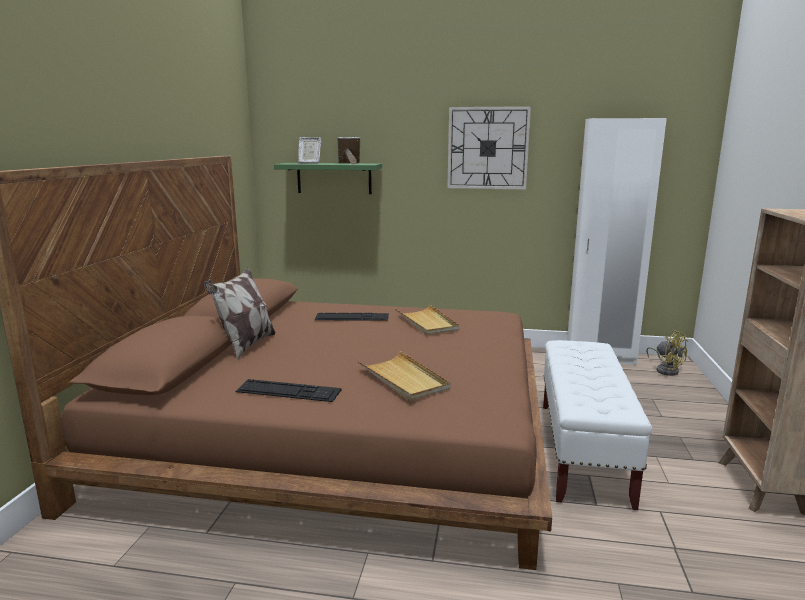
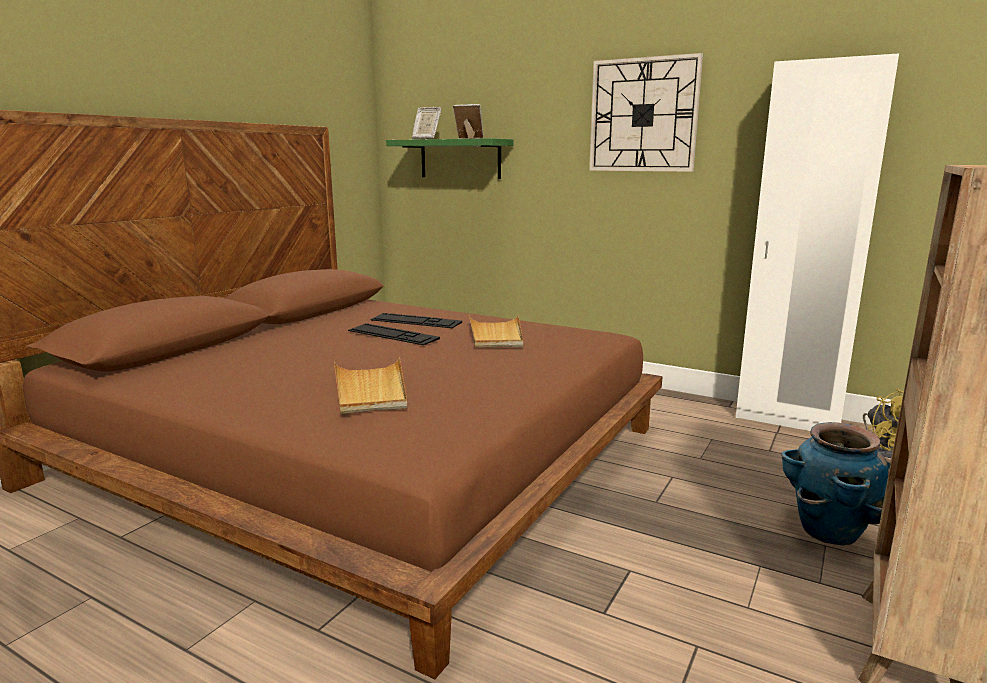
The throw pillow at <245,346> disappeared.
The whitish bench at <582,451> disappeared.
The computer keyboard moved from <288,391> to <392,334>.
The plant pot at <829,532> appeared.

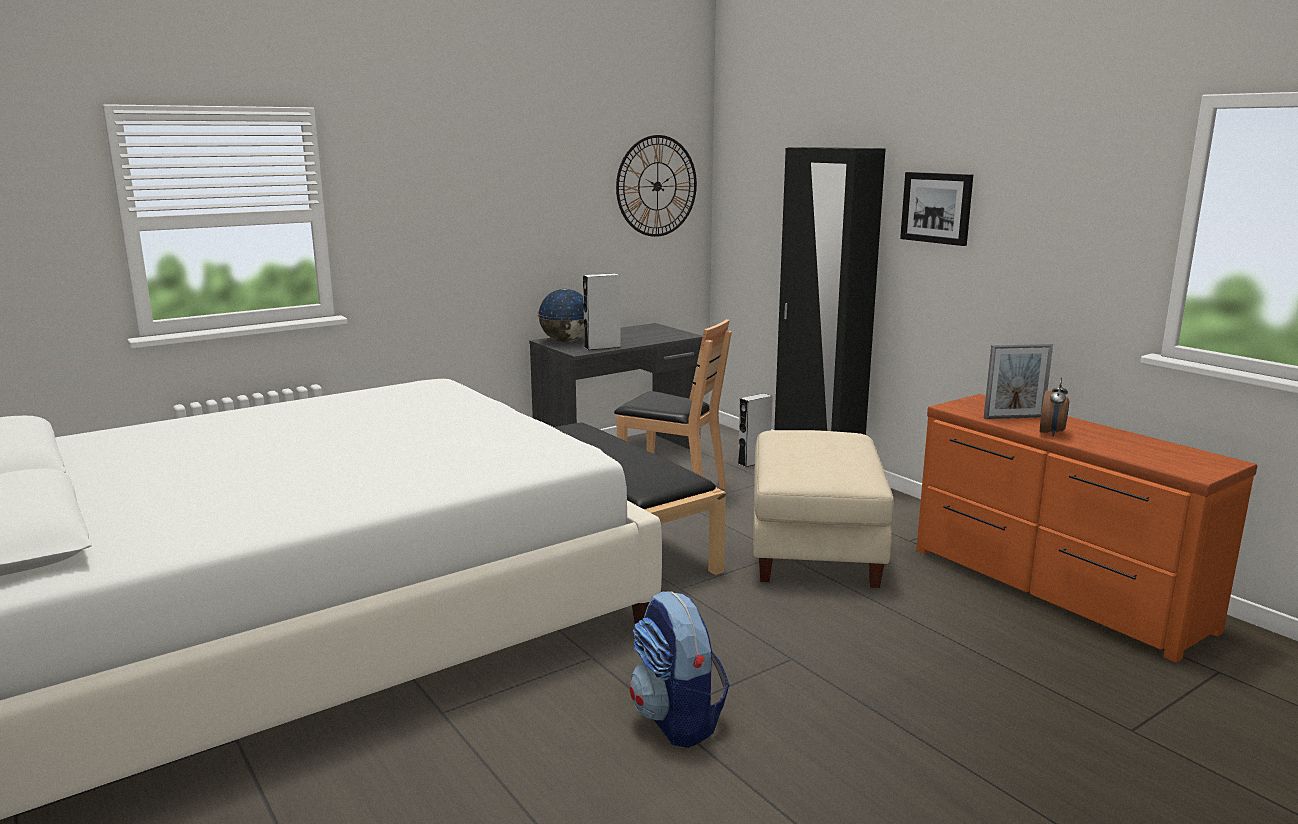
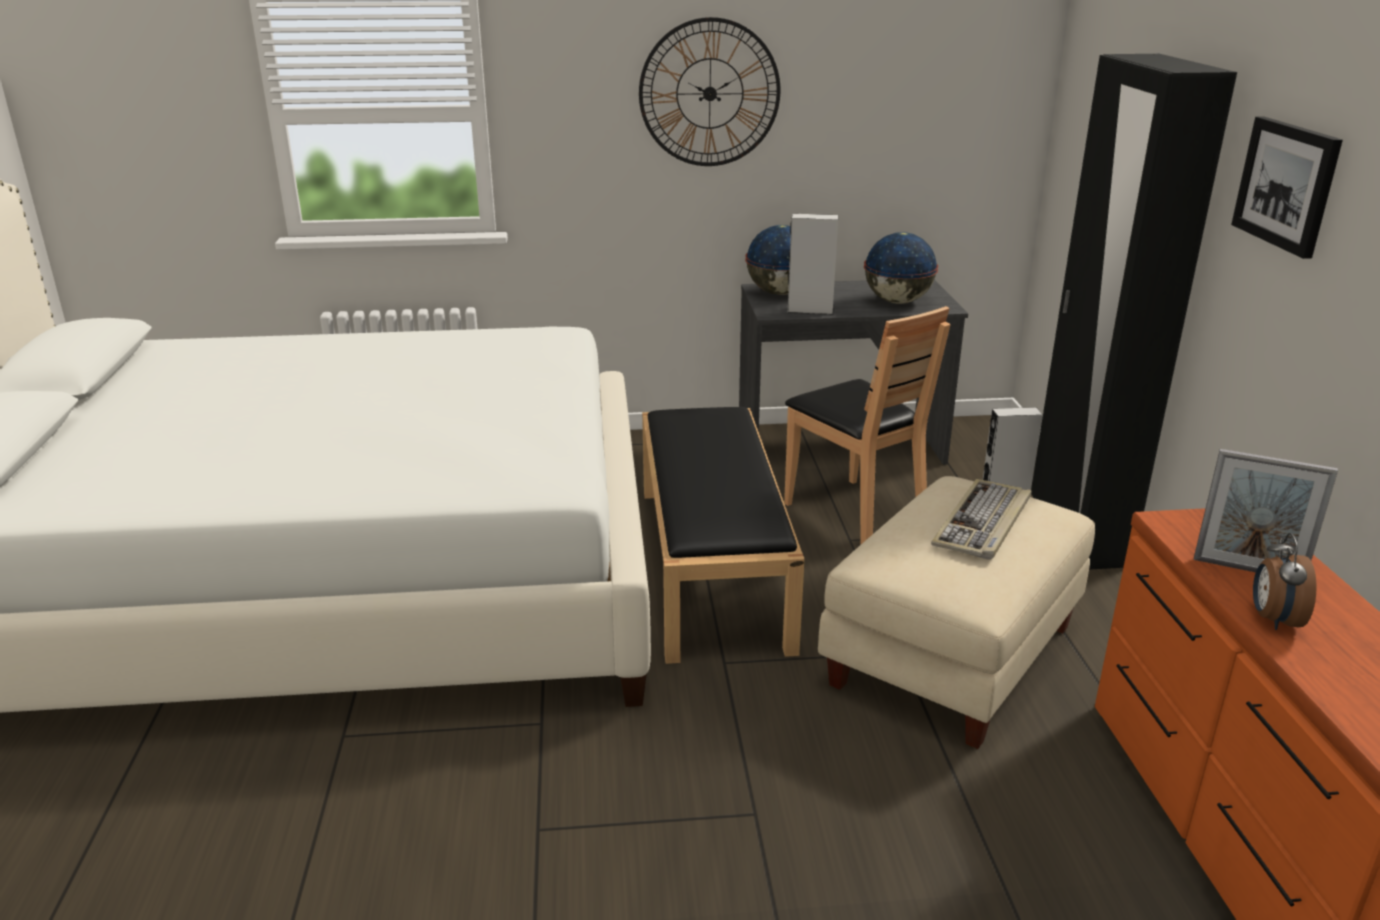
The wall clock moved from <657,186> to <709,93>.
The alarm clock at <1052,433> turned 135 degrees clockwise.
The rucksack at <677,720> disappeared.
The world globe at <897,302> appeared.
The computer keyboard at <983,523> appeared.

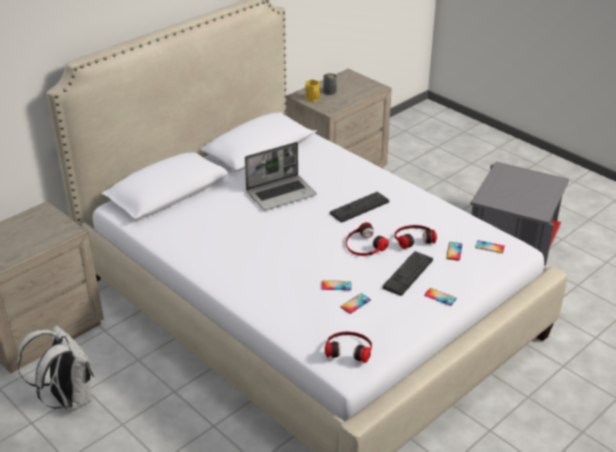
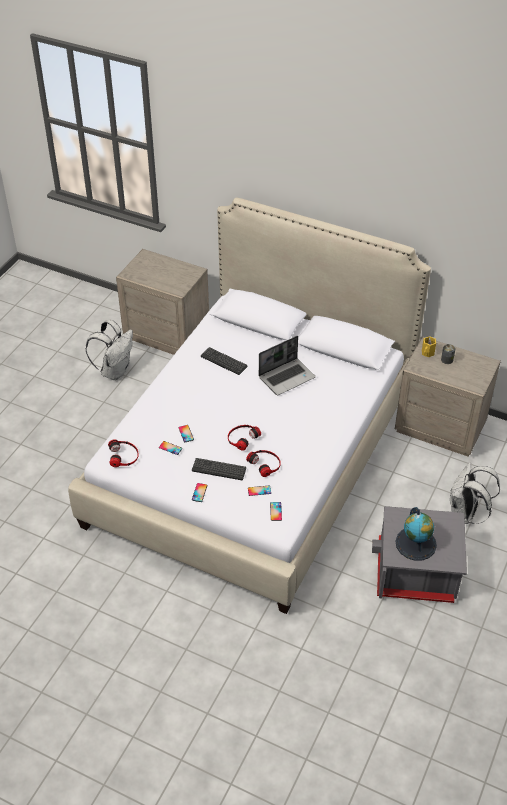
The notebook computer at <281,193> turned 75 degrees counterclockwise.
The computer keyboard moved from <359,207> to <223,361>.
The whitish rucksack at <465,514> appeared.
The world globe at <416,543> appeared.

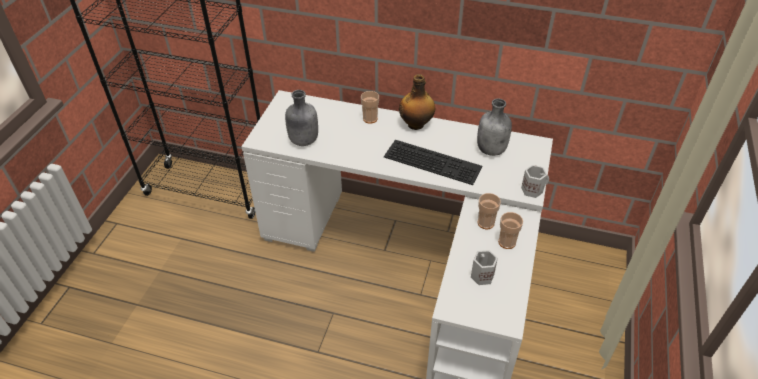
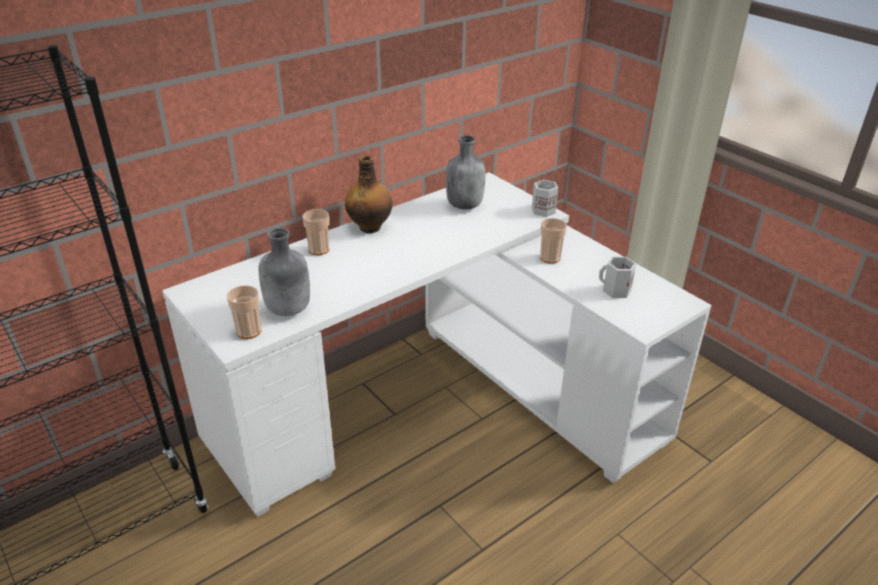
The computer keyboard at <434,161> disappeared.
The small cup moved from <507,242> to <249,331>.

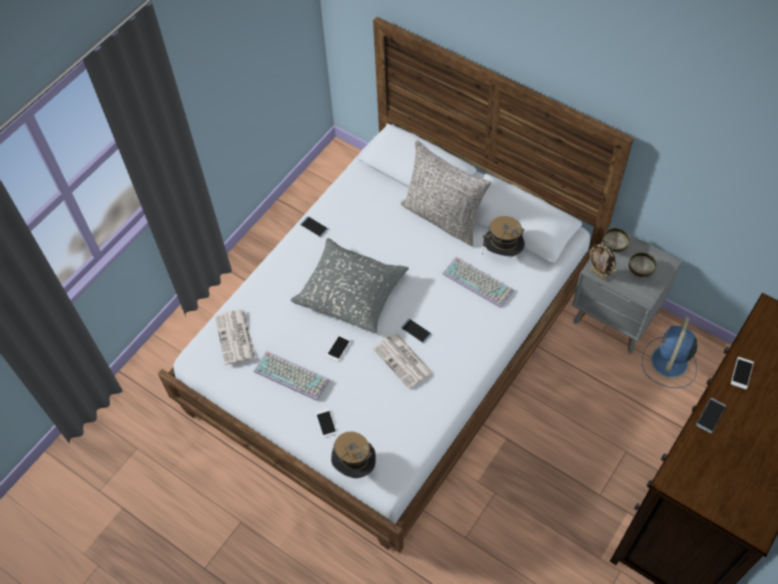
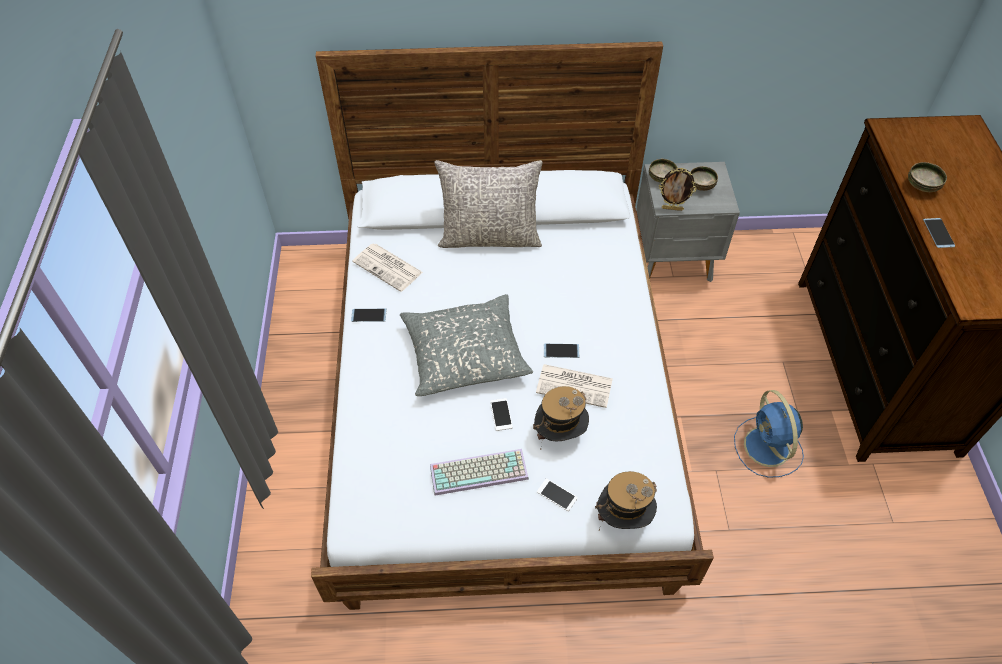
The wearable hat moved from <502,253> to <559,434>.
The computer keyboard at <479,282> disappeared.
The newspaper moved from <235,338> to <389,267>.
The bluish electric fan moved from <669,363> to <767,448>.
The handset at <742,373> was replaced by the bowl at <921,186>.

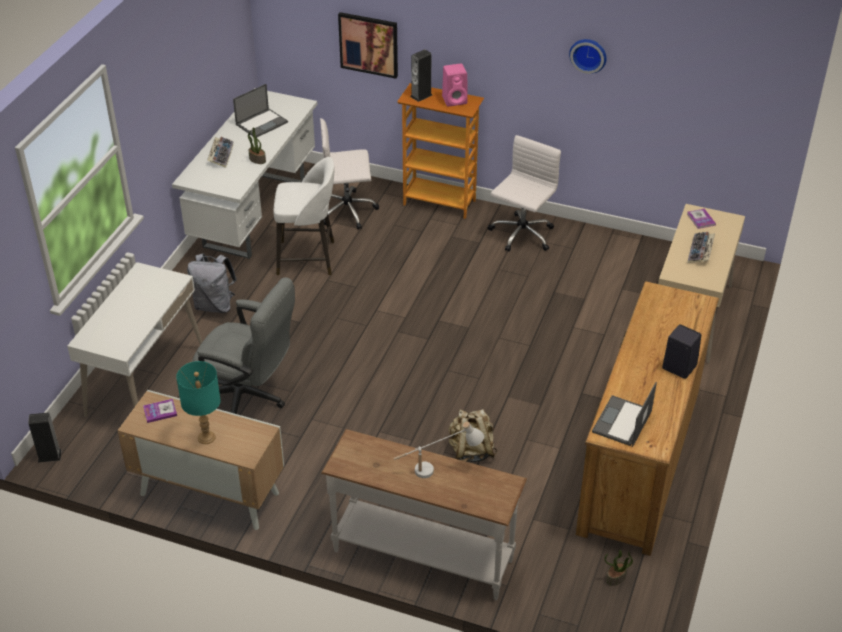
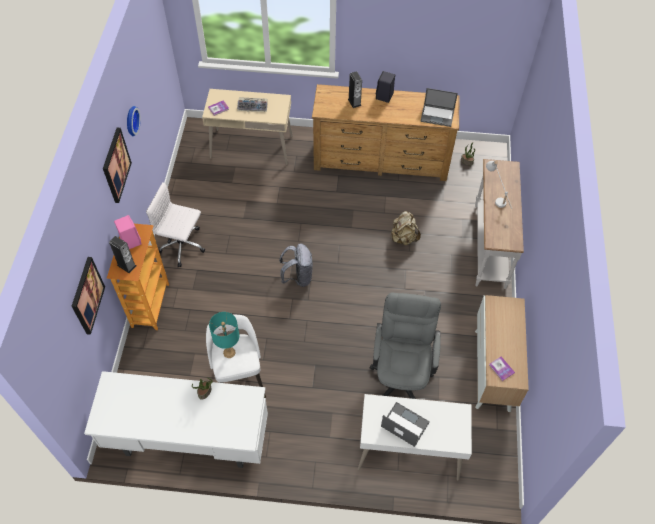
The notebook computer moved from <262,123> to <404,424>.
The whitish office chair at <348,210> disappeared.
The computer keyboard at <220,155> disappeared.
The grey rucksack moved from <215,305> to <298,277>.
The turquoise table lamp moved from <206,437> to <229,352>.
The loudspeaker moved from <49,456> to <354,102>.
The wall picture at <115,165> appeared.

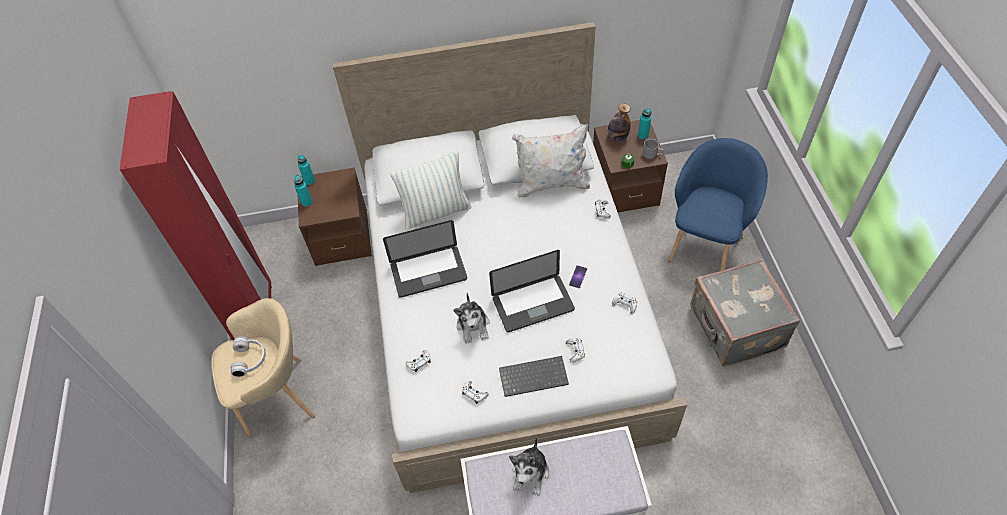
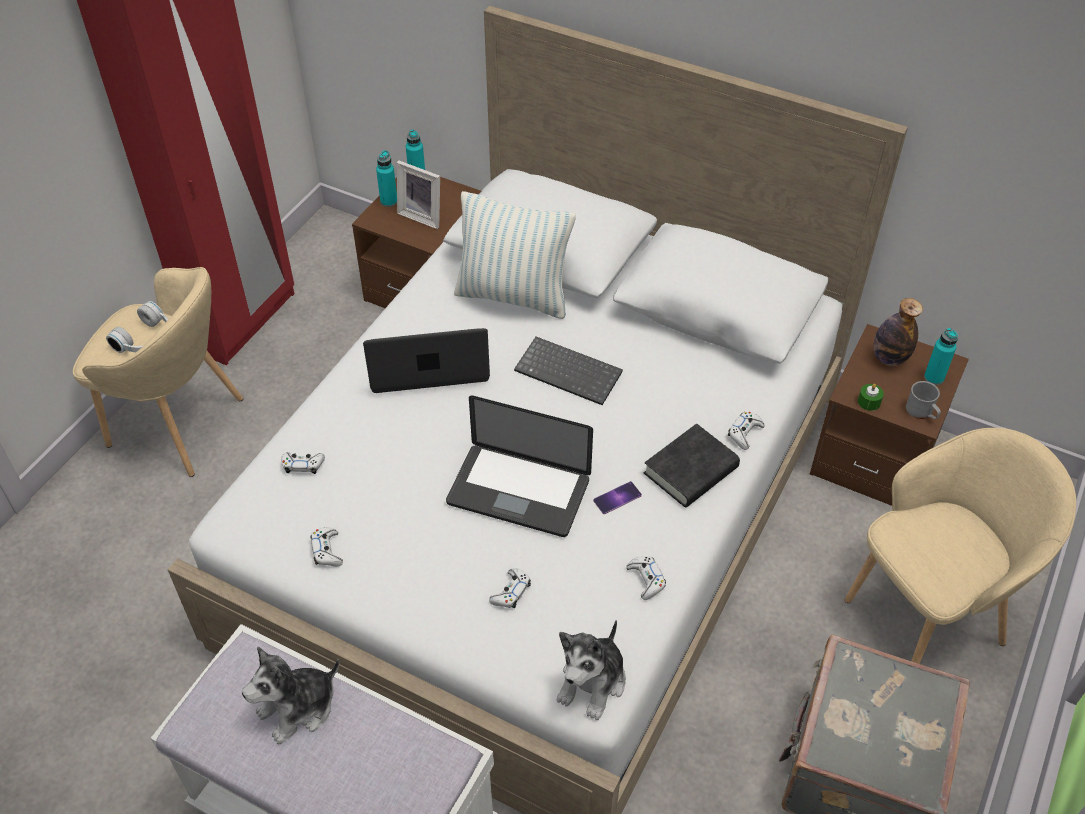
The whitish throw pillow at <551,184> disappeared.
The bluish lounge chair at <704,245> became the beige lounge chair at <927,616>.
The notebook computer at <428,272> turned 150 degrees clockwise.
The cuddly toy moved from <473,325> to <593,682>.
The computer keyboard moved from <534,376> to <570,372>.
The picture frame at <423,215> appeared.
The black-coloured volume at <691,471> appeared.

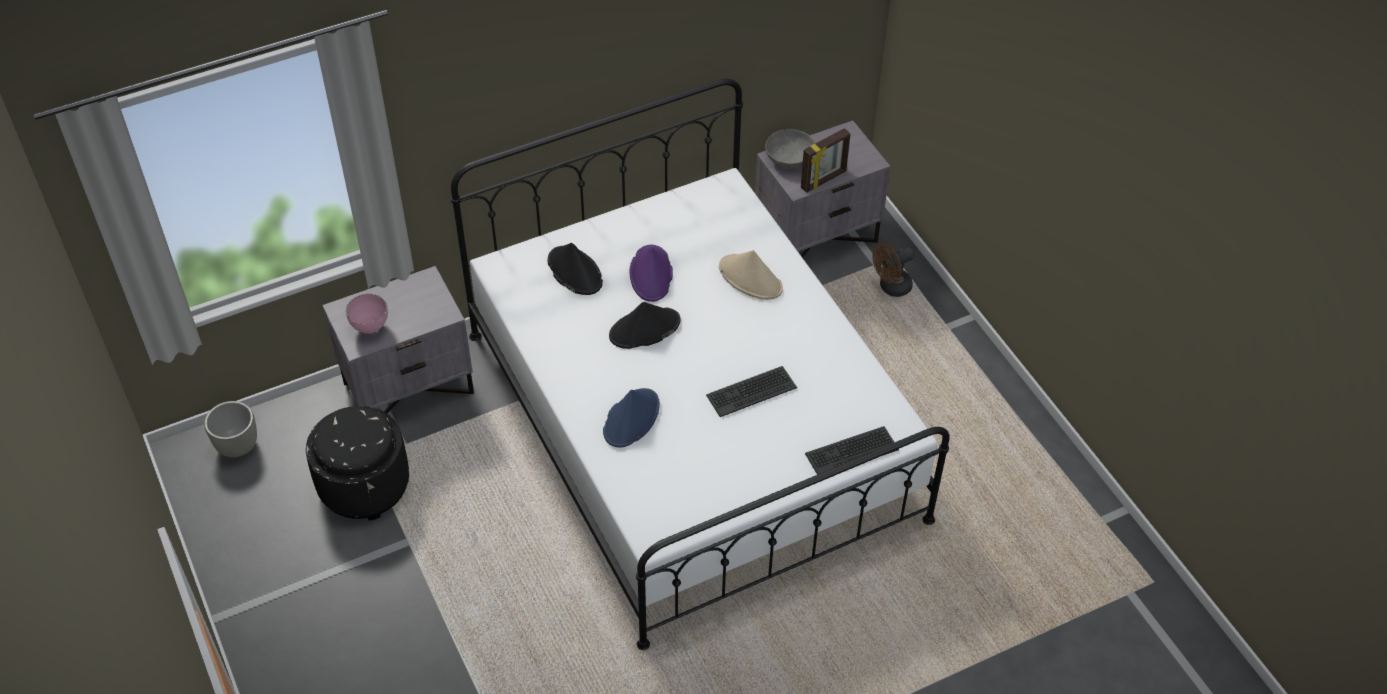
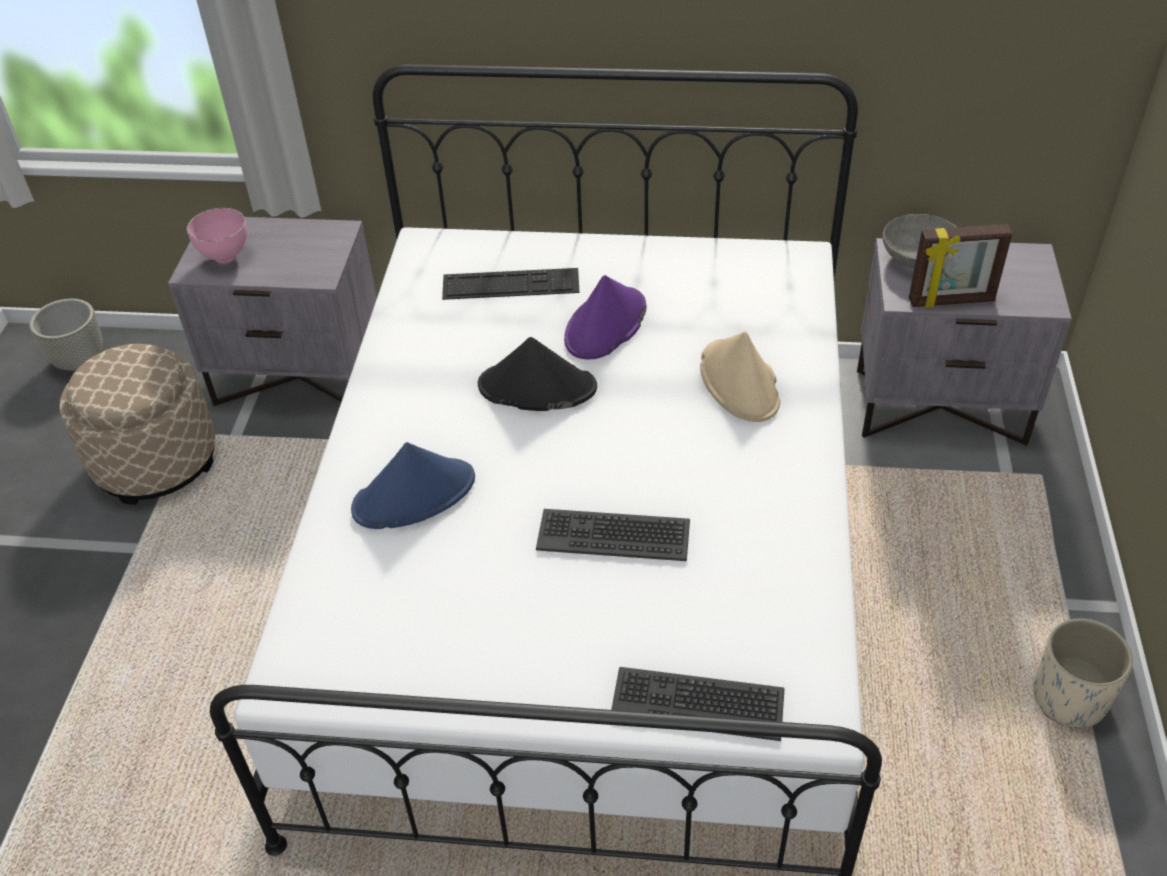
The black-coloured wearable hat at <574,271> was replaced by the computer keyboard at <511,284>.
The brown electric fan at <891,287> disappeared.
The black-coloured footrest at <364,485> became the beige footrest at <155,460>.
The beige plant pot at <1069,698> appeared.

